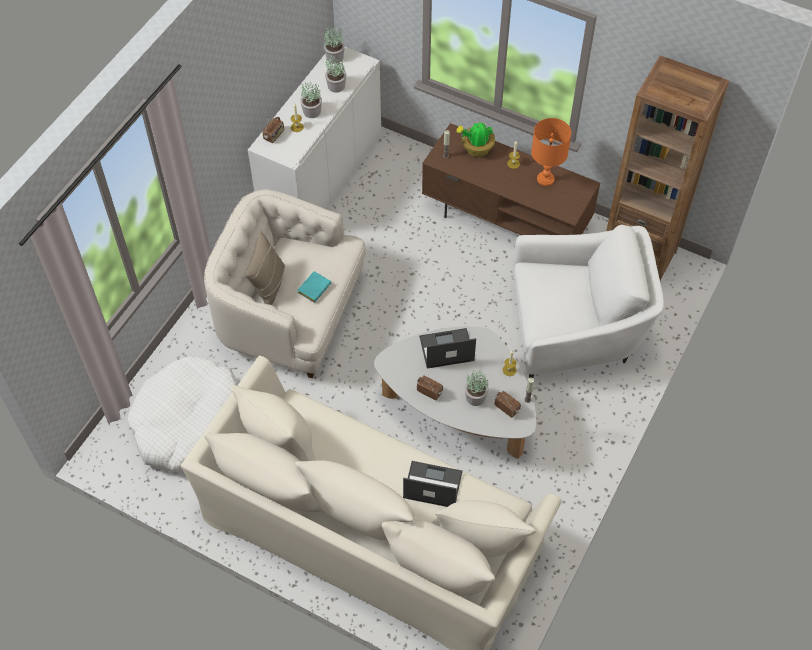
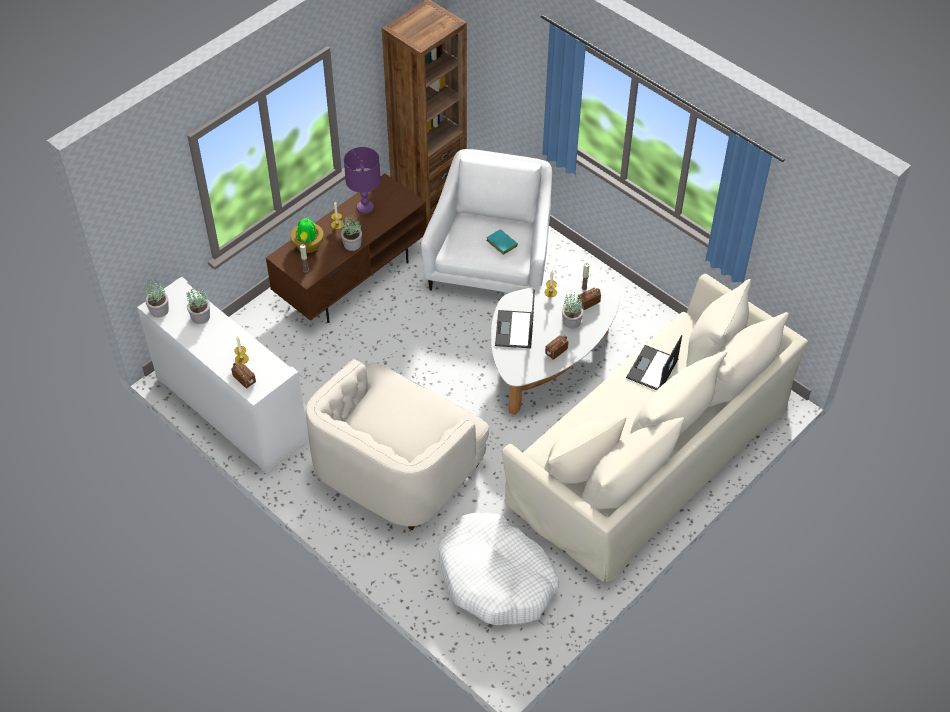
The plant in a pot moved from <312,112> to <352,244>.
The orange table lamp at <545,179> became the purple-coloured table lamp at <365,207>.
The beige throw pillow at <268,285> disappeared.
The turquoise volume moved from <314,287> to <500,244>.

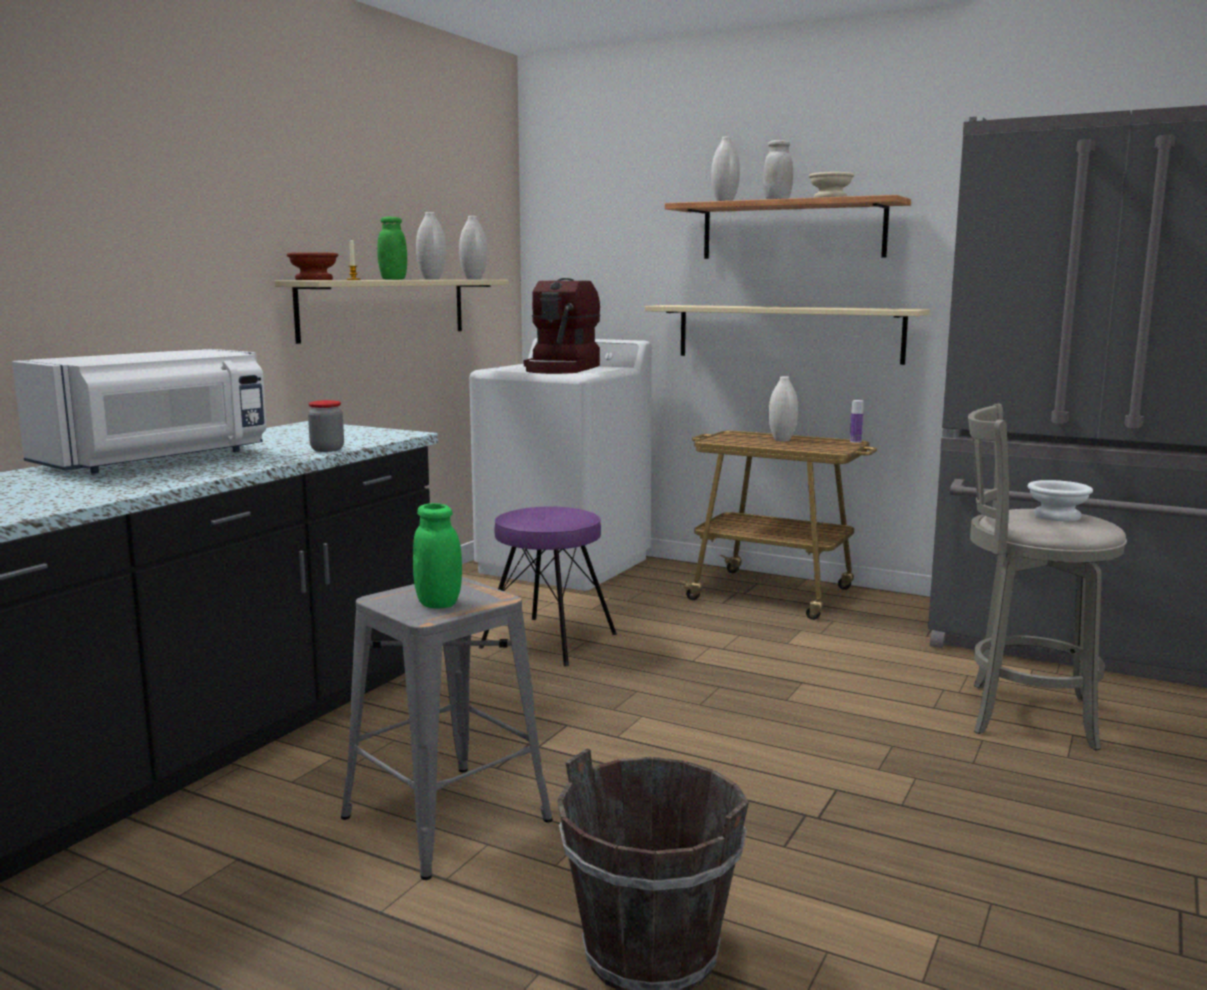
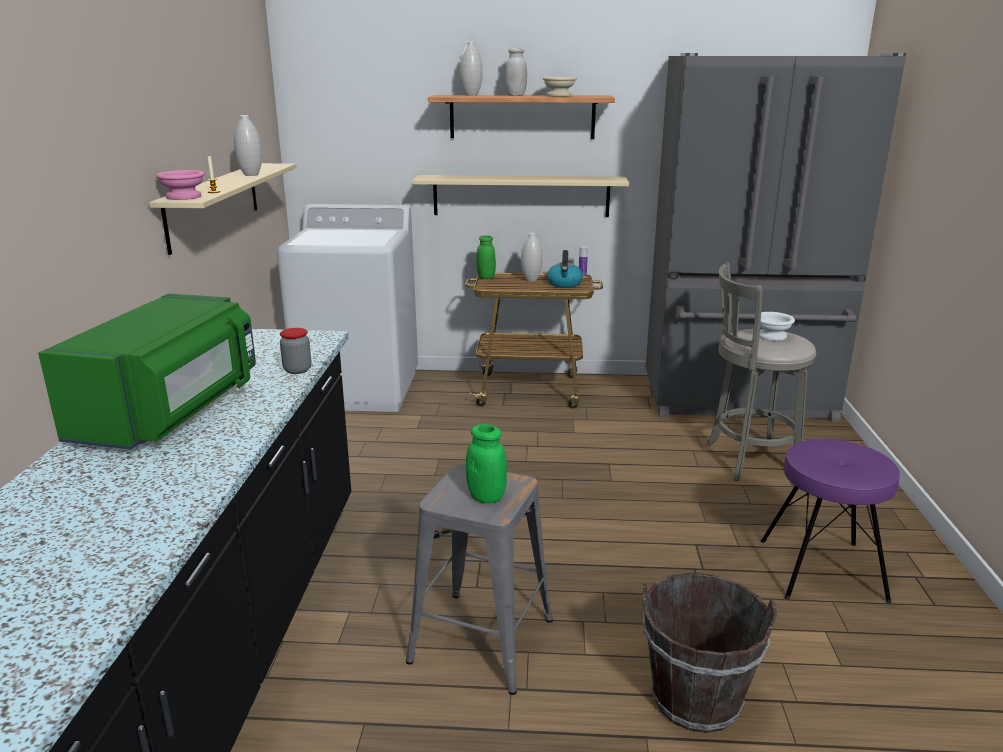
The whitish vase at <473,279> disappeared.
The green-coloured storage jar moved from <393,279> to <486,277>.
The brown bowl at <314,279> became the pink bowl at <185,197>.
The coffee machine at <562,369> disappeared.
The whitish kitchen microwave at <158,461> became the green-coloured kitchen microwave at <172,412>.
The purple-coloured stool moved from <550,640> to <822,569>.
The kettle at <564,284> appeared.

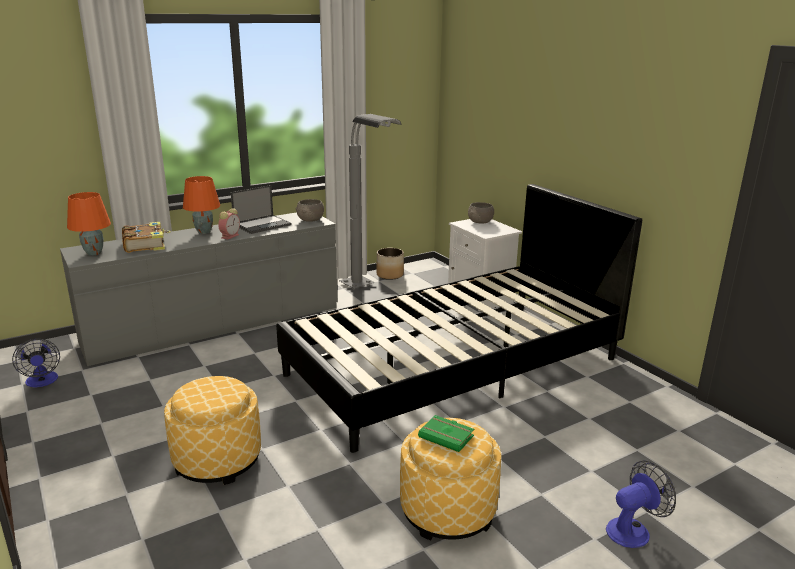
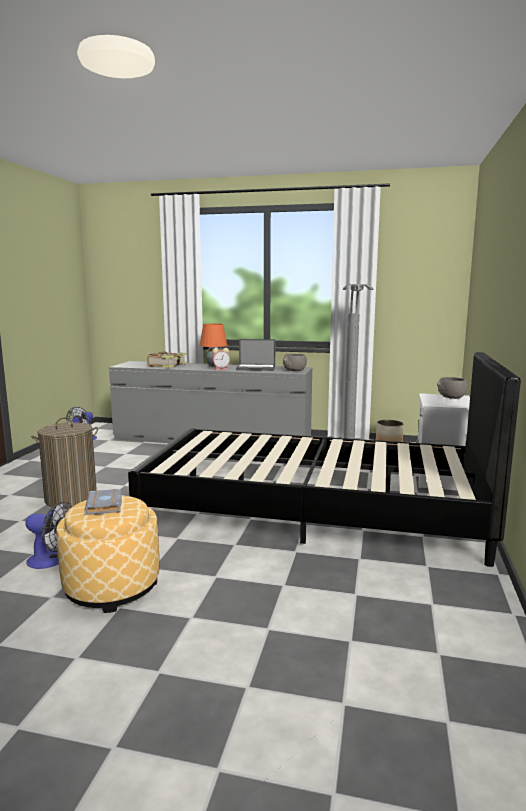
The orange table lamp at <93,253> disappeared.
The footrest at <217,459> was replaced by the washing basket at <71,499>.
The green-coloured volume at <447,436> became the grey volume at <105,505>.
The electric fan moved from <633,529> to <52,561>.

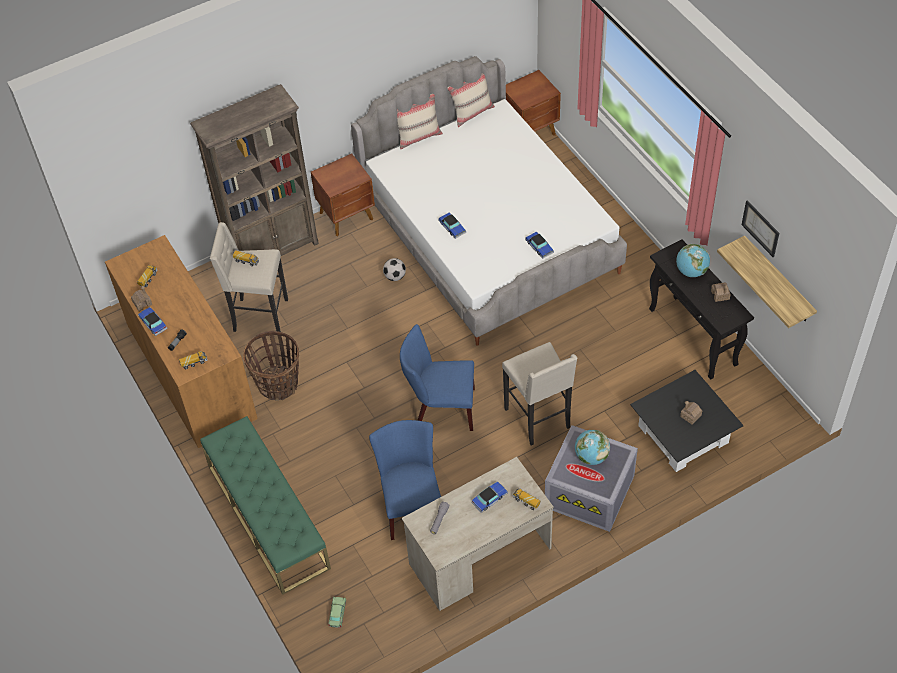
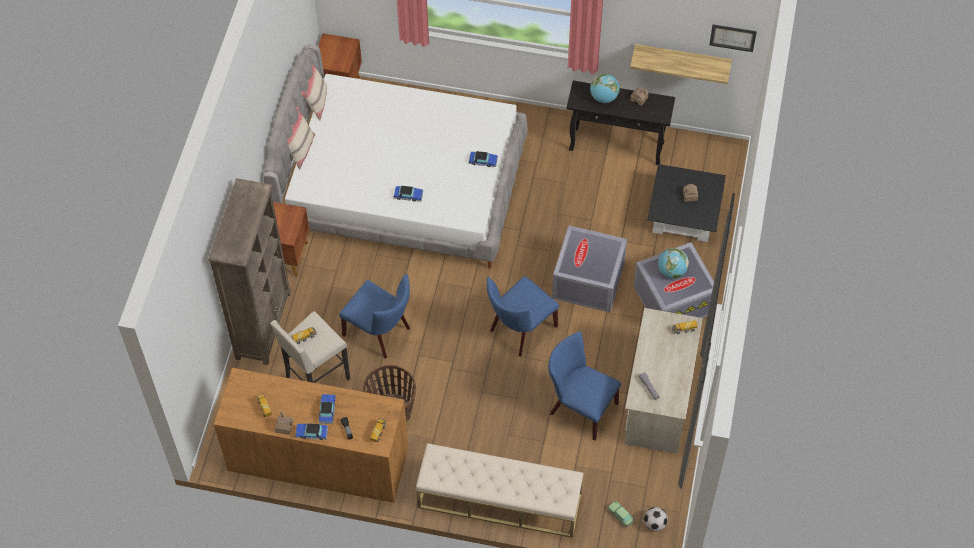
The wall picture moved from <760,228> to <732,37>.
The football ball moved from <395,276> to <654,523>.
The beige stool at <539,419> was replaced by the grey storage box at <589,281>.
The green-coloured bench at <267,516> became the beige bench at <499,500>.
The miniature car moved from <489,498> to <327,410>.
The bluish chair at <380,332> appeared.

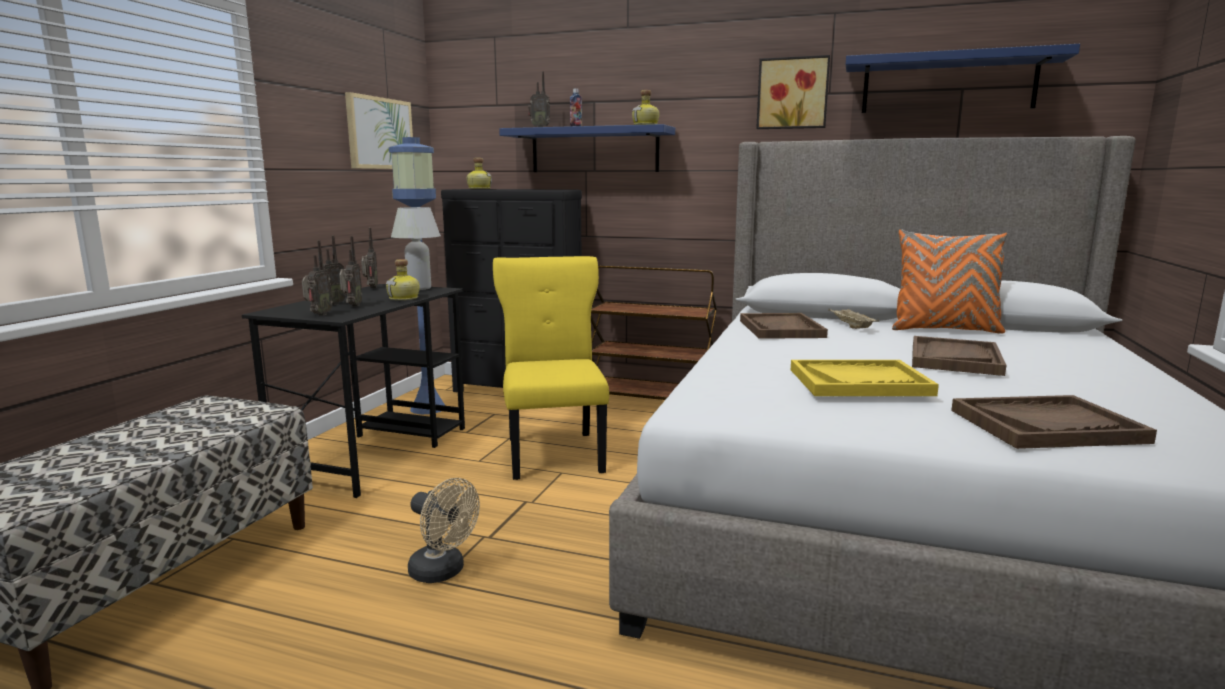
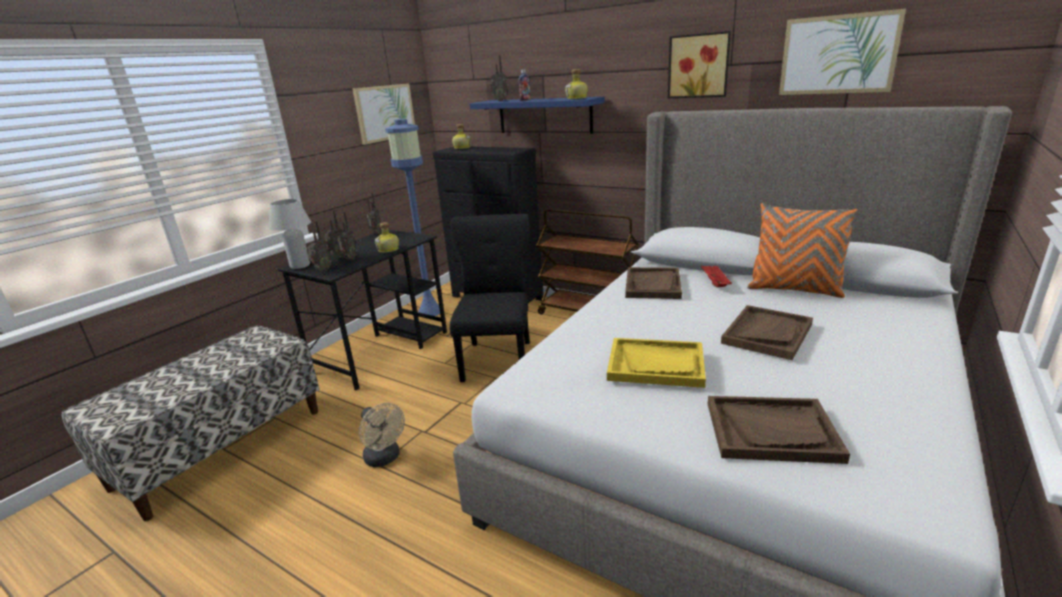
The bluish wall shelf at <947,84> was replaced by the wall picture at <838,54>.
The whitish table lamp moved from <419,288> to <300,266>.
The yellowish chair at <554,453> became the black-coloured chair at <498,359>.
The beige carrying tray at <851,326> became the reddish carrying tray at <714,283>.

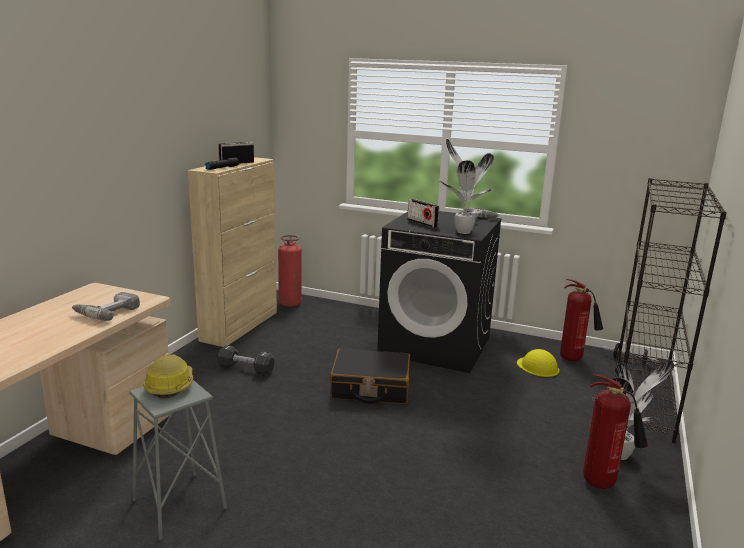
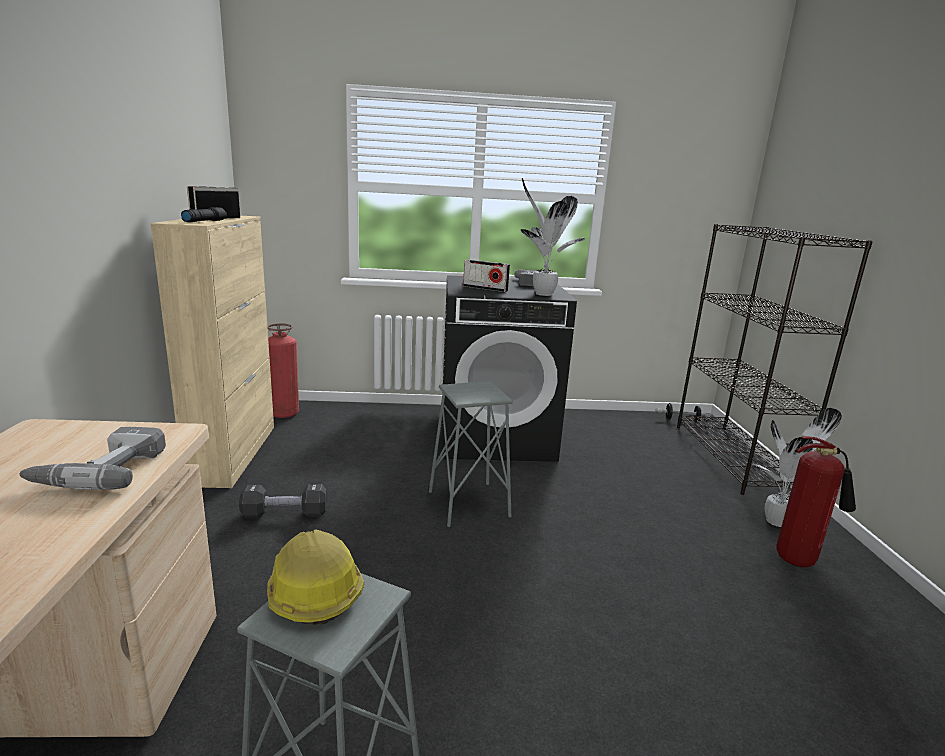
The extinguisher at <573,359> disappeared.
The black-coloured travel case at <370,388> was replaced by the grey stool at <469,504>.
The yellowish work helmet at <538,367> disappeared.

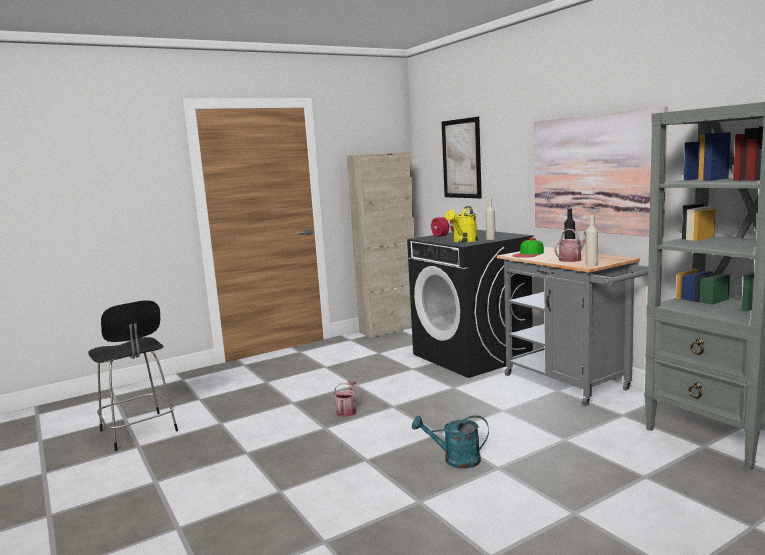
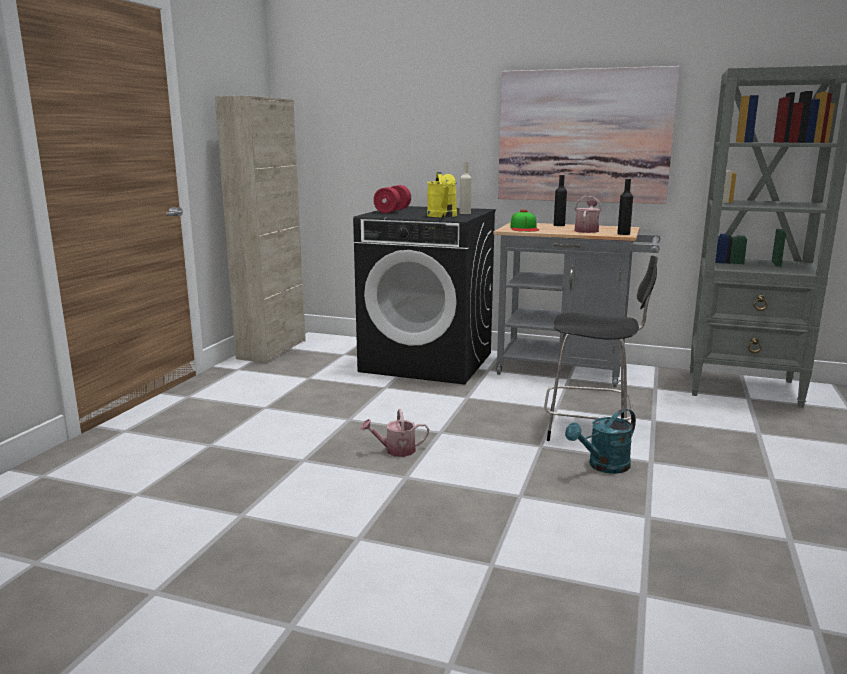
The wall picture at <461,158> disappeared.
The beige bottle at <591,265> became the black-coloured bottle at <623,234>.
The black-coloured stool moved from <139,432> to <590,429>.
The watering pot at <347,411> turned 75 degrees counterclockwise.

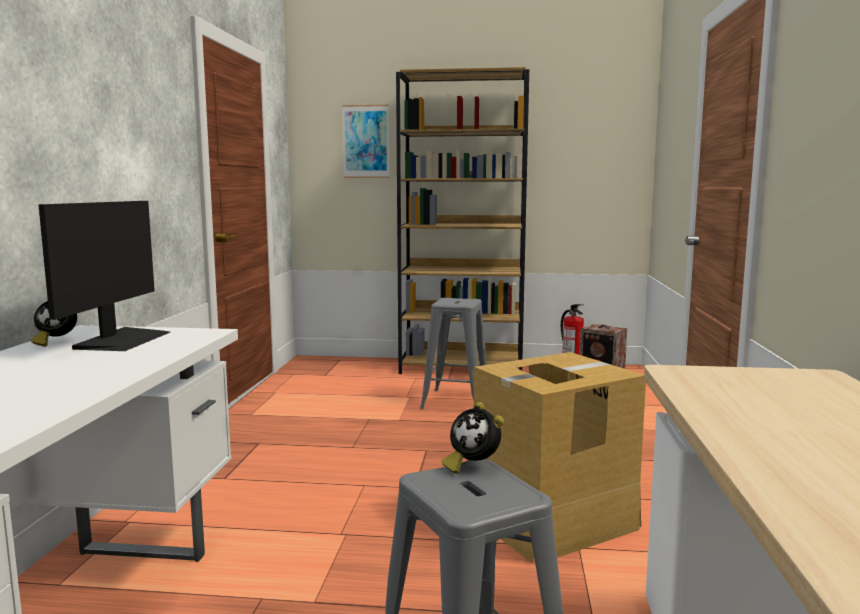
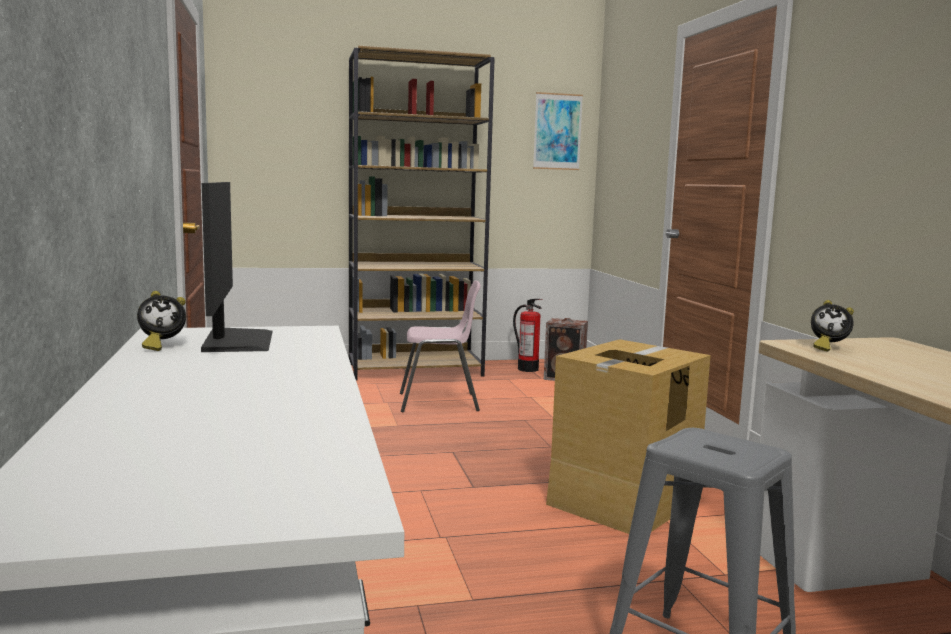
The wall picture moved from <366,141> to <557,131>.
The grey stool at <456,401> was replaced by the pink chair at <439,403>.
The alarm clock moved from <472,466> to <827,348>.

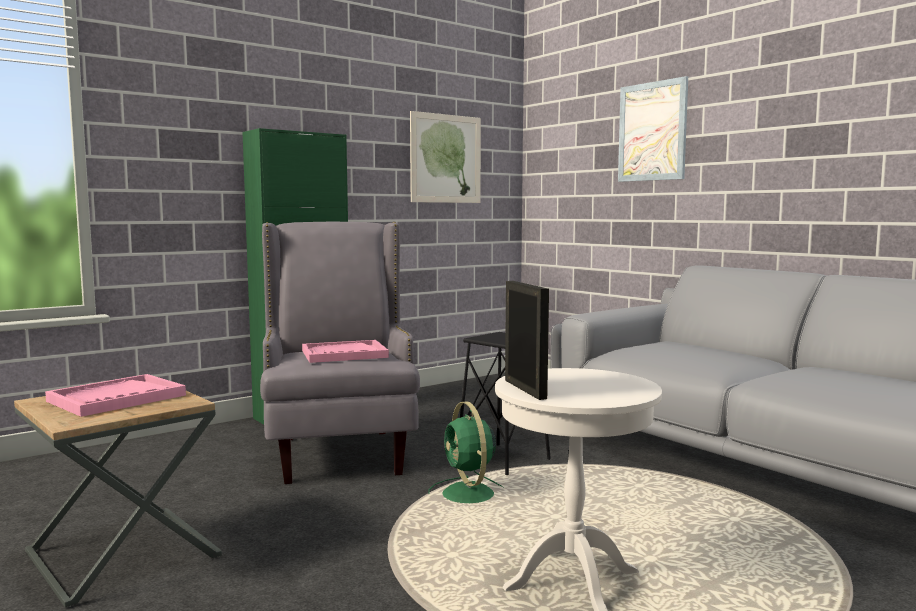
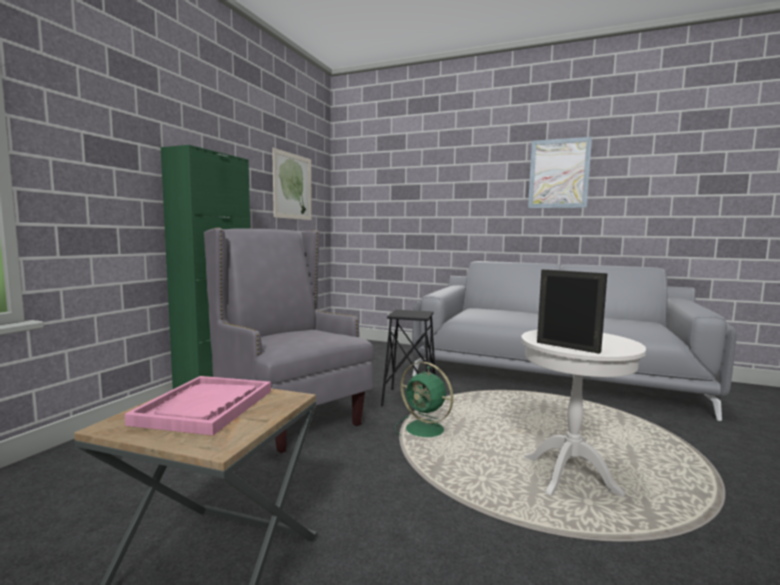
The wall picture moved from <652,131> to <558,174>.
The pink carrying tray at <344,354> disappeared.

